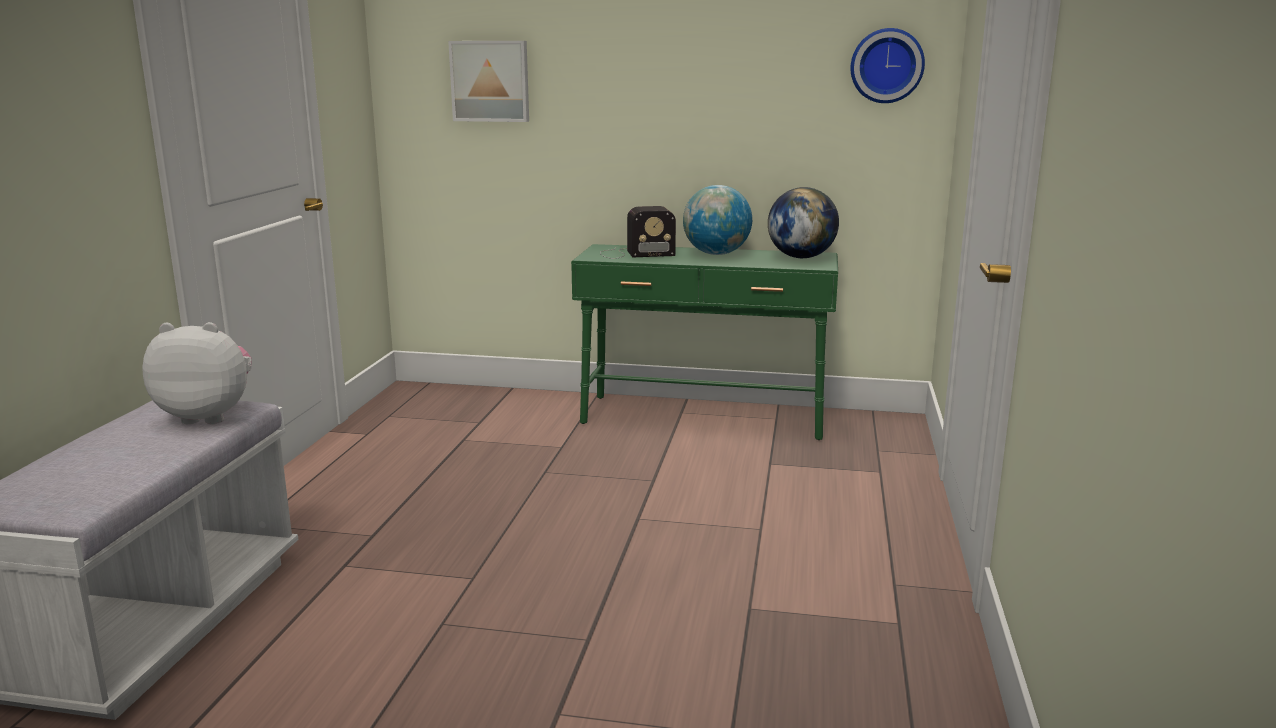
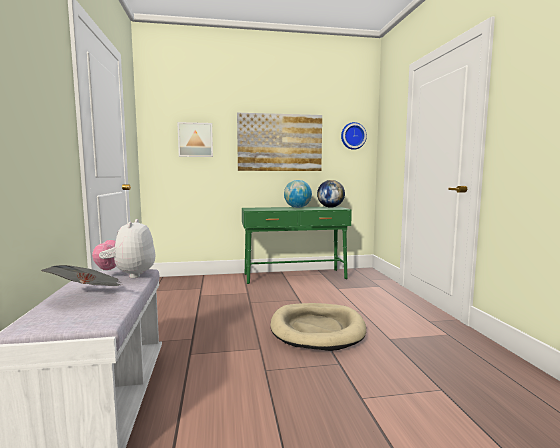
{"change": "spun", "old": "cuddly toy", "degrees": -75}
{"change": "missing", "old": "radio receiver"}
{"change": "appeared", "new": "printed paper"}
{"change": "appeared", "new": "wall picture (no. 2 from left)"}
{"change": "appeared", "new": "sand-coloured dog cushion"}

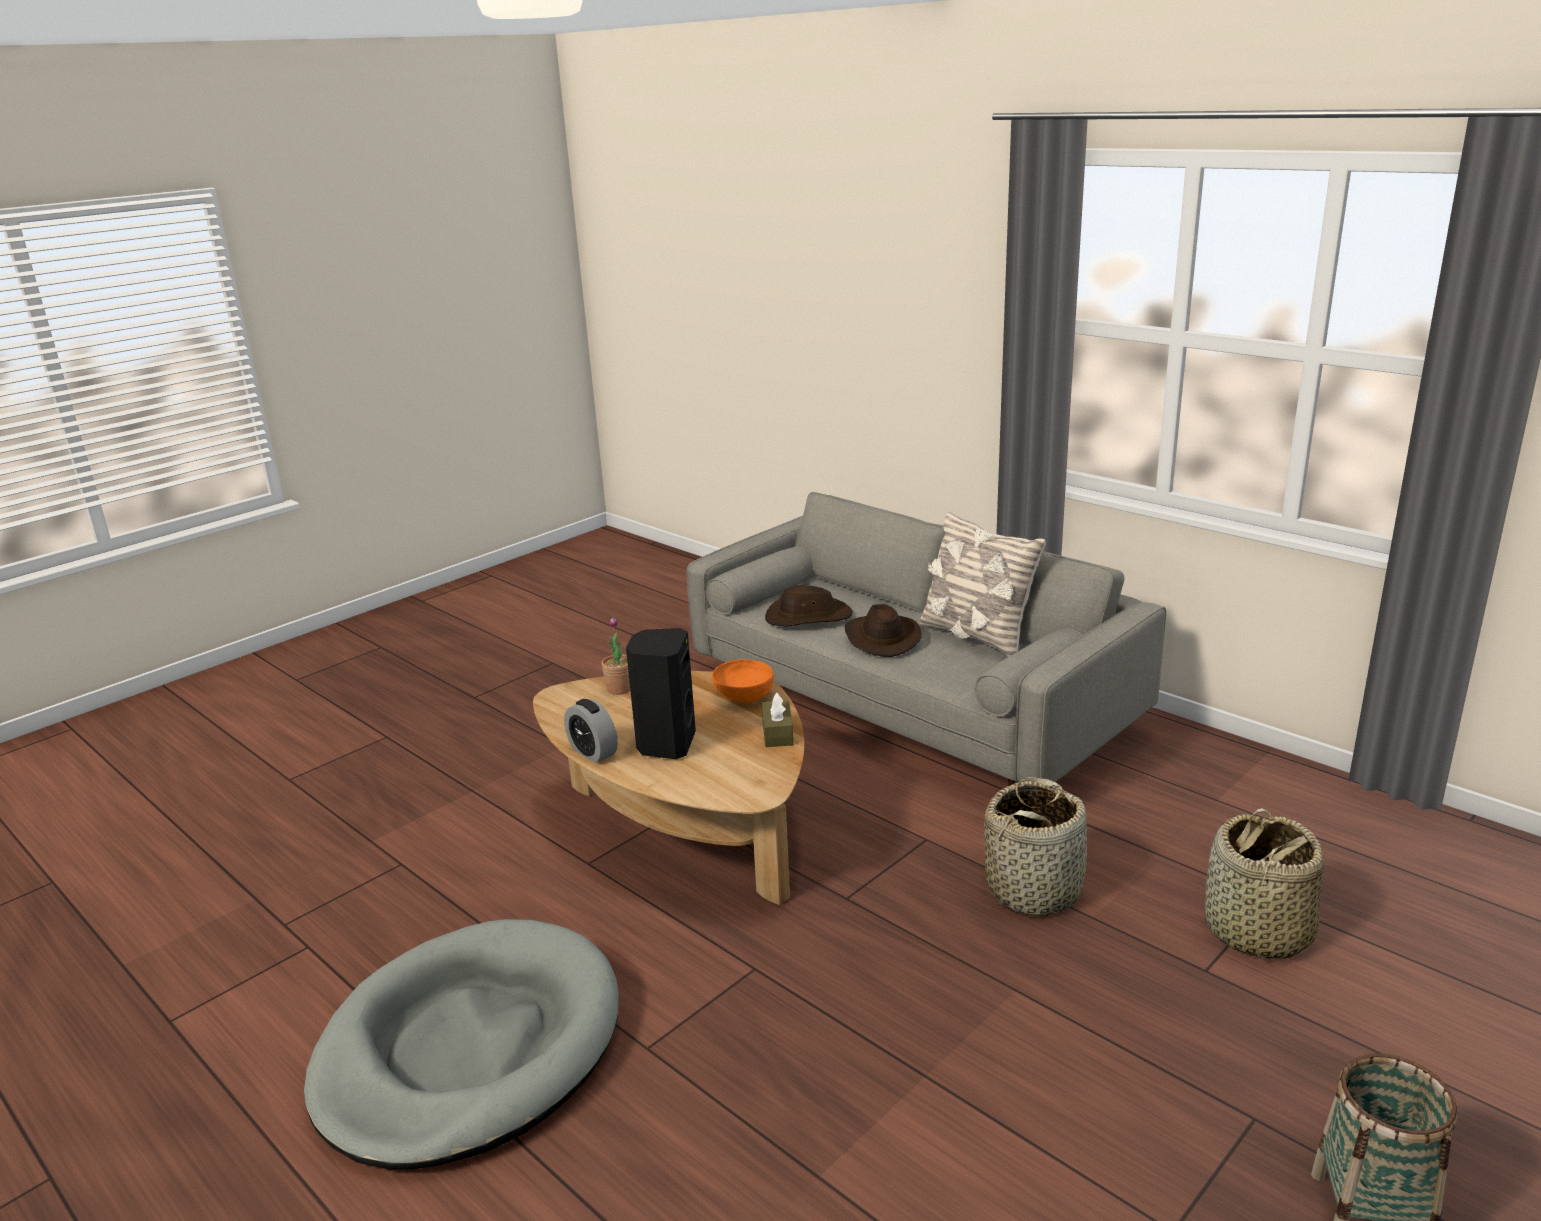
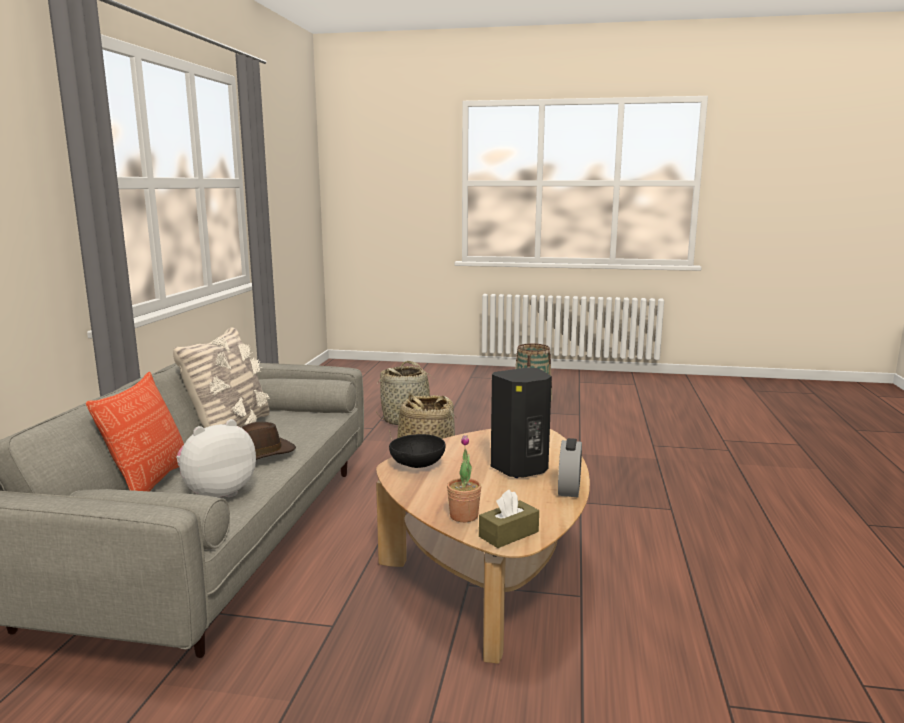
{"change": "missing", "old": "grey dog cushion"}
{"change": "colour", "old": "orangey deep dish", "new": "black-coloured deep dish"}
{"change": "relocated", "old": "brown-coloured tissue box"}
{"change": "exchanged", "old": "brown-coloured hat (no. 1 from left)", "new": "cuddly toy"}
{"change": "appeared", "new": "orangey throw pillow"}

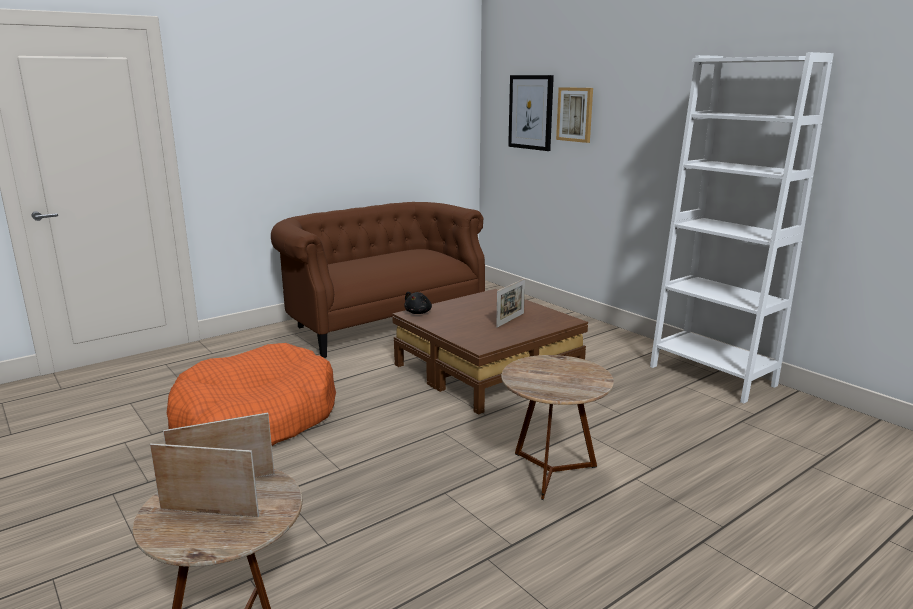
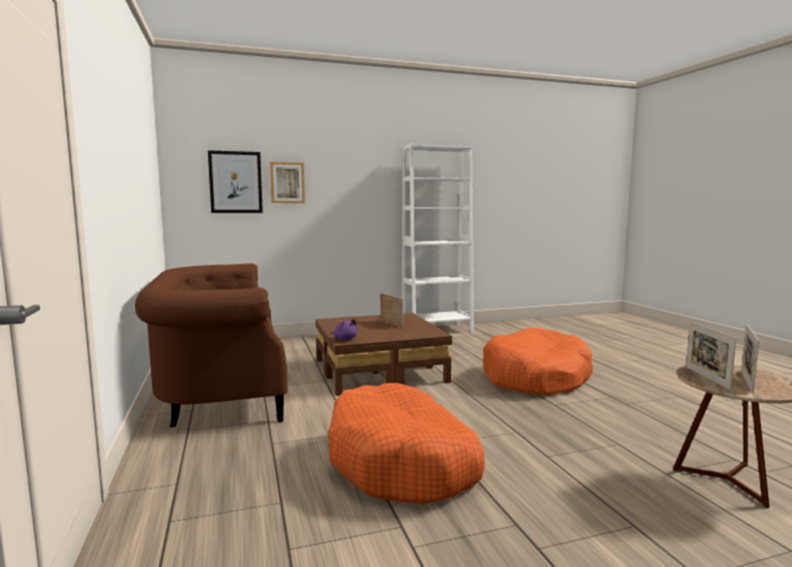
{"change": "colour", "old": "black-coloured cuddly toy", "new": "purplish cuddly toy"}
{"change": "exchanged", "old": "brown-coloured accent table (no. 2 from left)", "new": "orangey dog cushion (no. 2 from left)"}

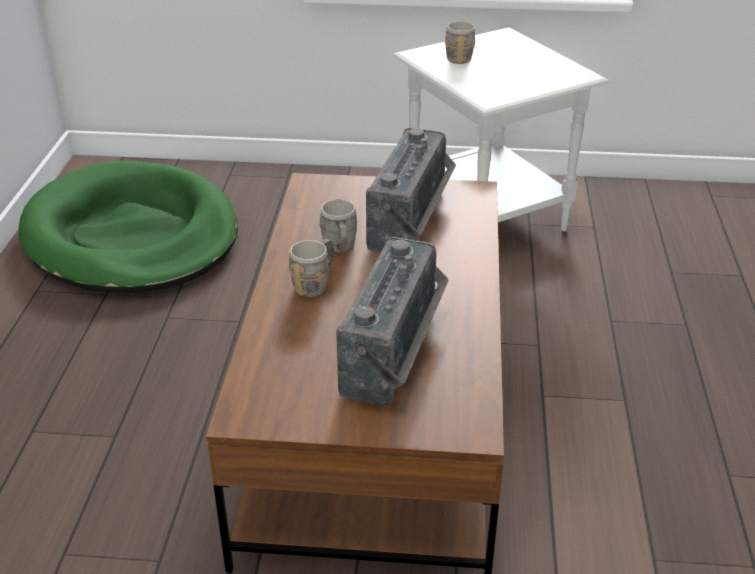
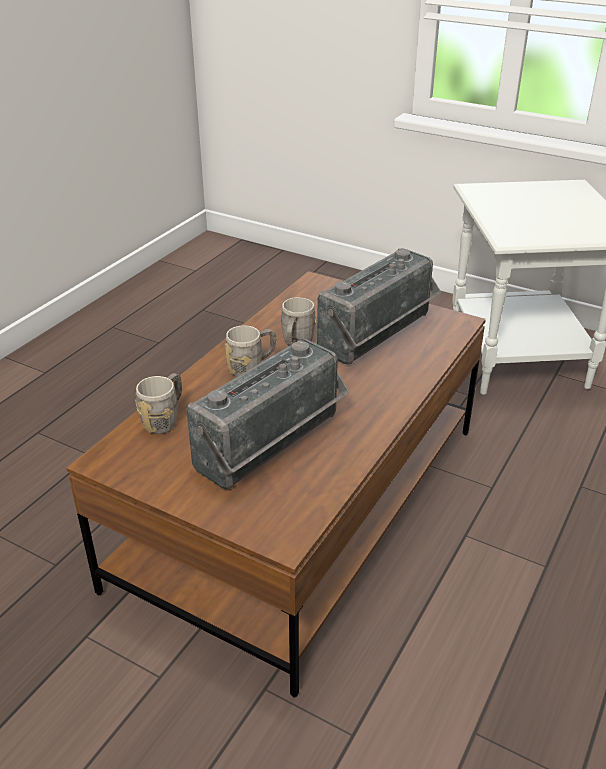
{"change": "missing", "old": "greenish dog cushion"}
{"change": "relocated", "old": "grey tea mug (no. 3 from left in the first image)", "new": "grey tea mug (no. 1 from left)"}

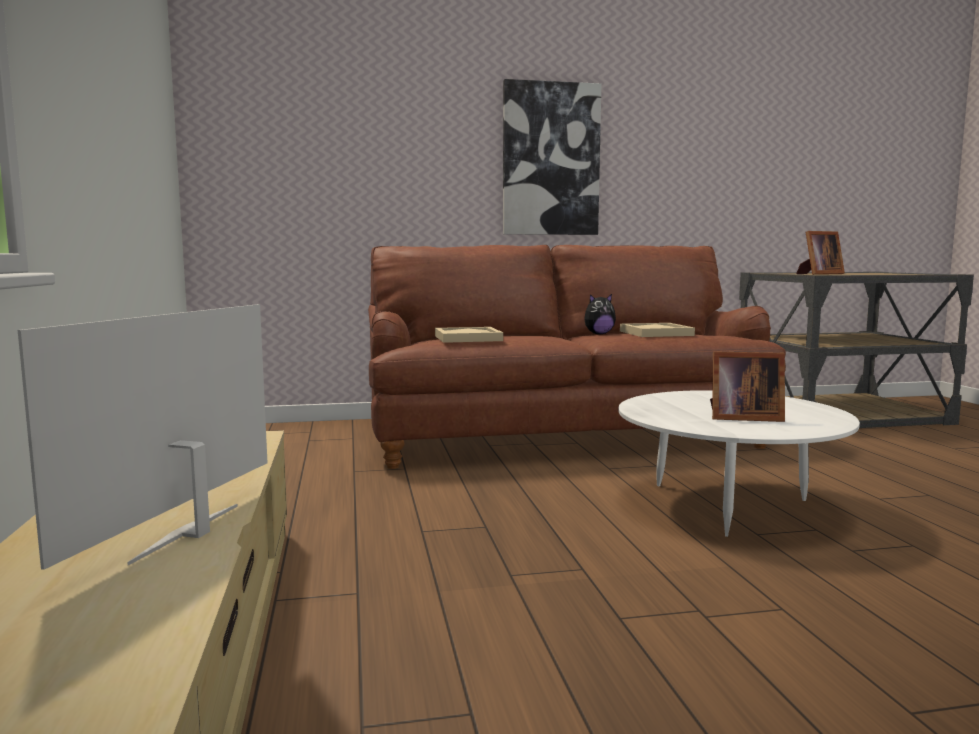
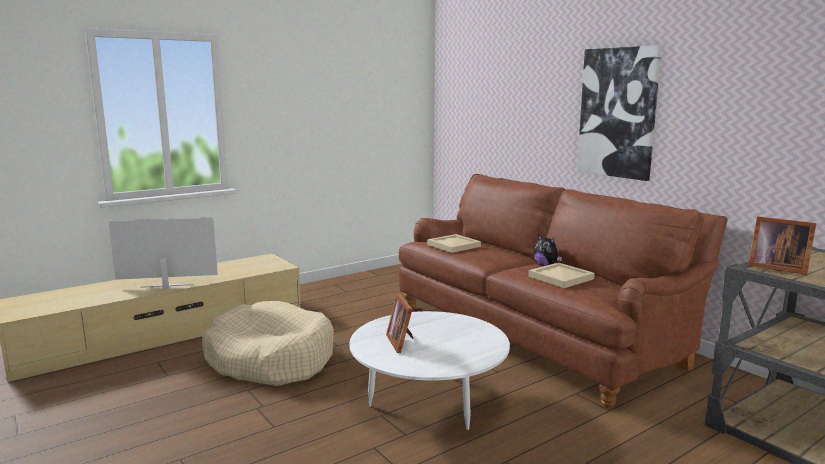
{"change": "appeared", "new": "sand-coloured dog cushion"}

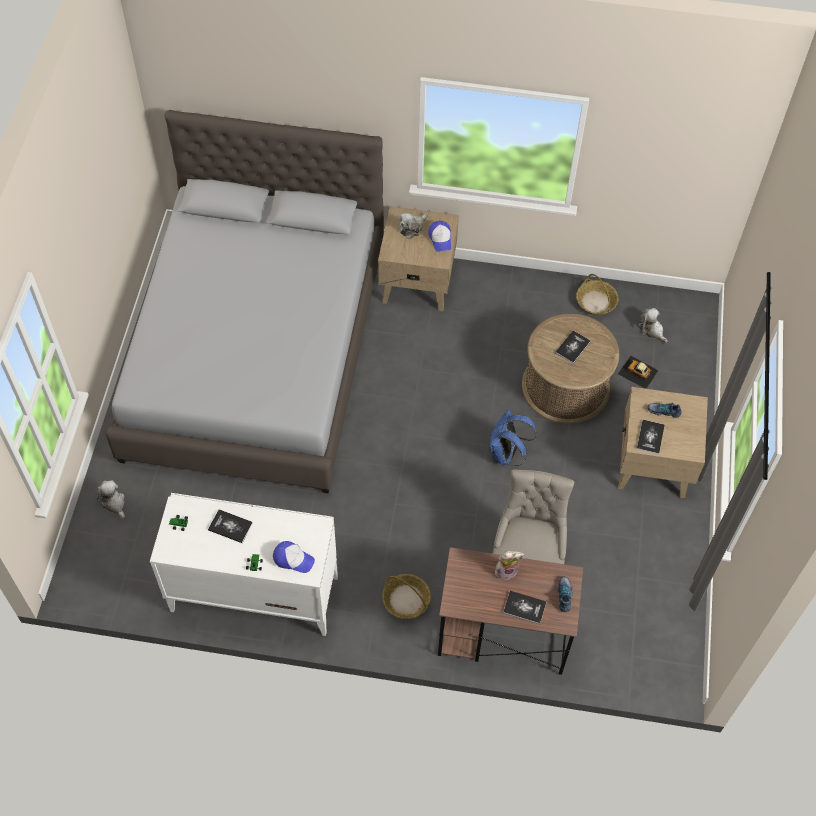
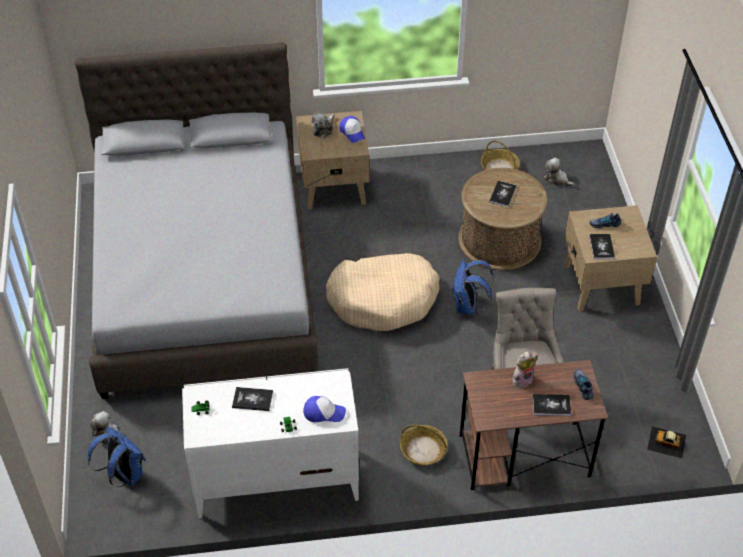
{"change": "relocated", "old": "miniature car (no. 3 from left)"}
{"change": "appeared", "new": "blue backpack (no. 1 from left)"}
{"change": "appeared", "new": "sand-coloured dog cushion"}

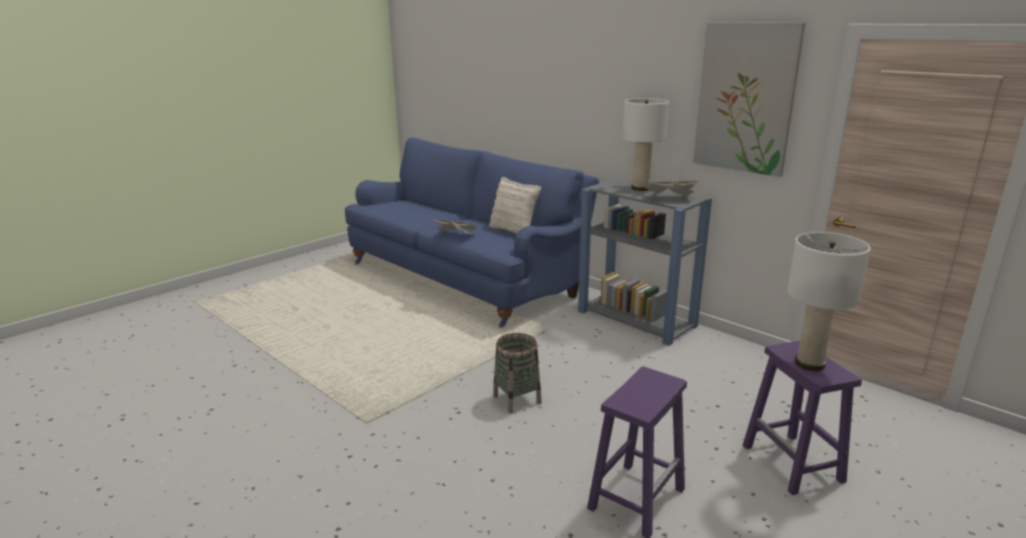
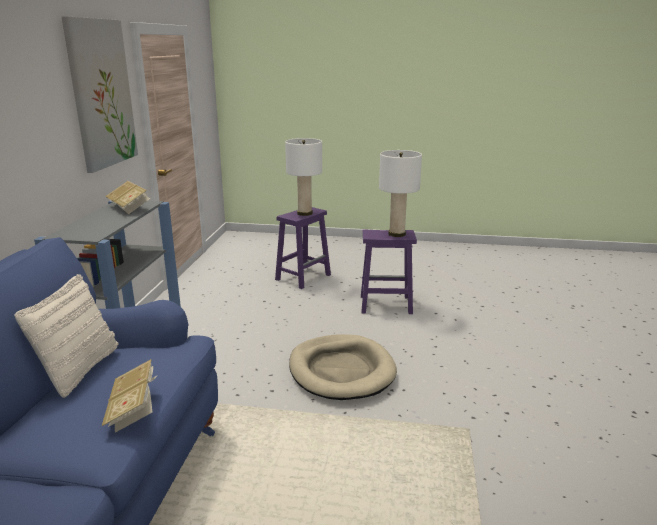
{"change": "exchanged", "old": "household basket", "new": "sand-coloured dog cushion"}
{"change": "relocated", "old": "white-coloured table lamp (no. 1 from left in the first image)", "new": "white-coloured table lamp (no. 2 from left)"}

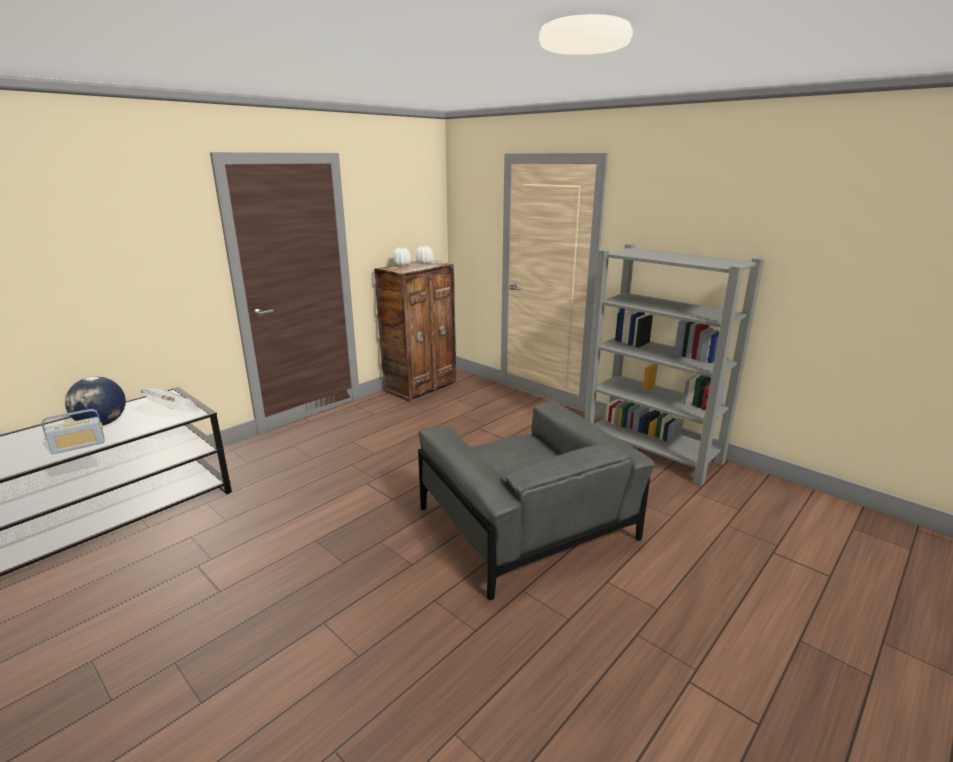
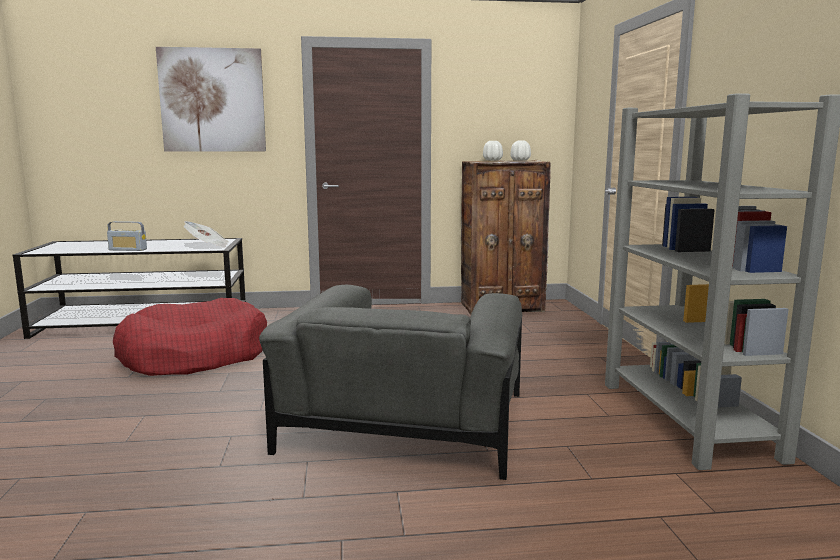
{"change": "missing", "old": "desk globe"}
{"change": "appeared", "new": "red dog cushion"}
{"change": "appeared", "new": "wall picture"}

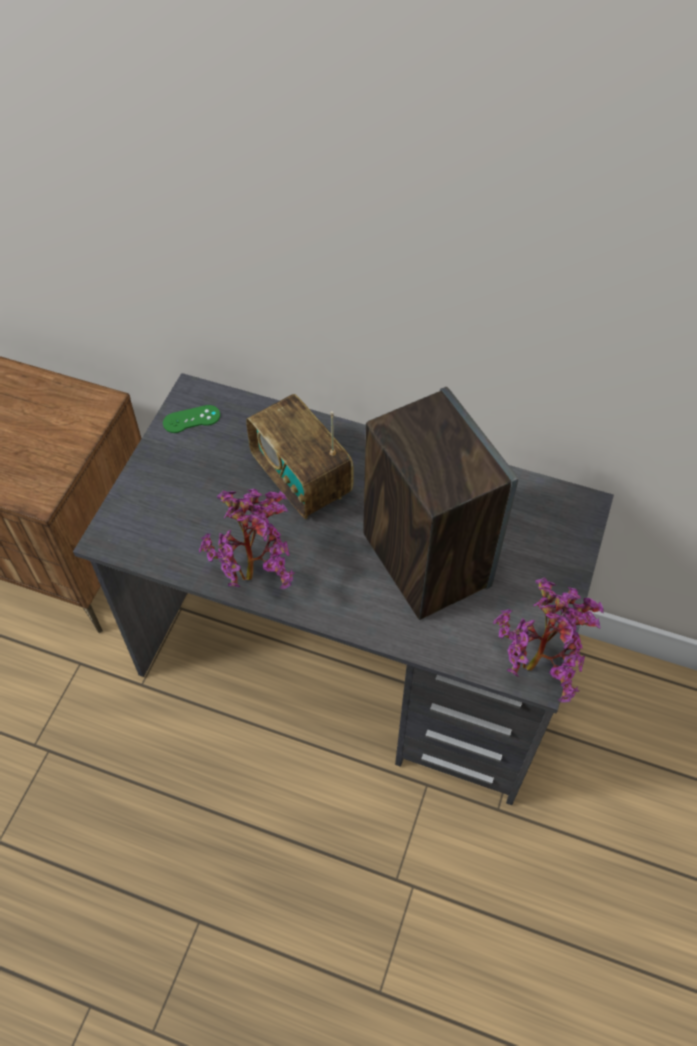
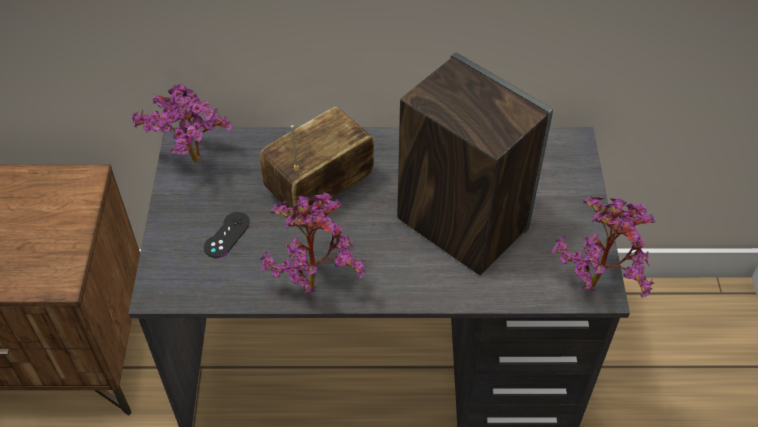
{"change": "exchanged", "old": "greenish game controller", "new": "plant in a pot (no. 1 from left)"}
{"change": "spun", "old": "radio receiver", "degrees": 105}
{"change": "appeared", "new": "black-coloured game controller"}

